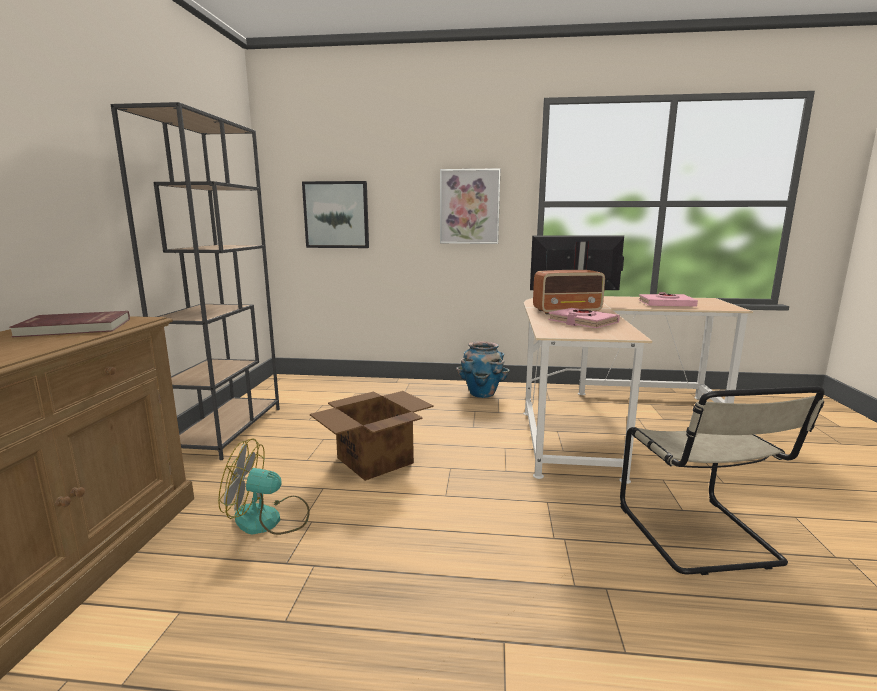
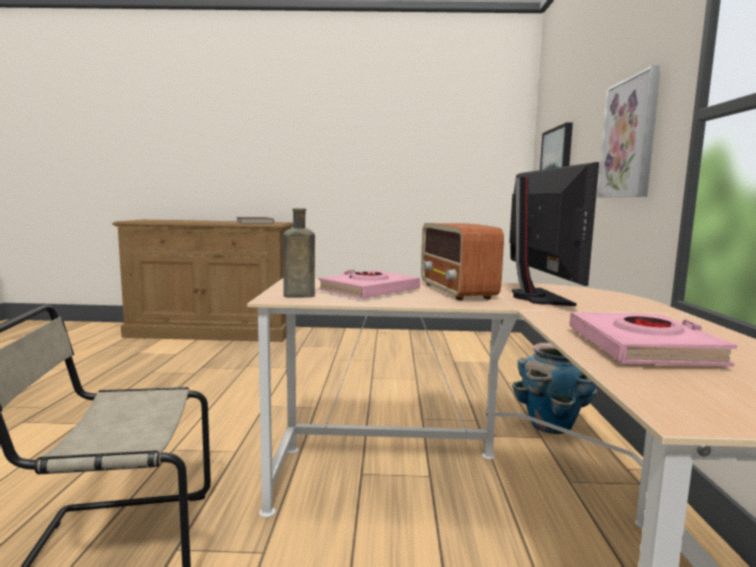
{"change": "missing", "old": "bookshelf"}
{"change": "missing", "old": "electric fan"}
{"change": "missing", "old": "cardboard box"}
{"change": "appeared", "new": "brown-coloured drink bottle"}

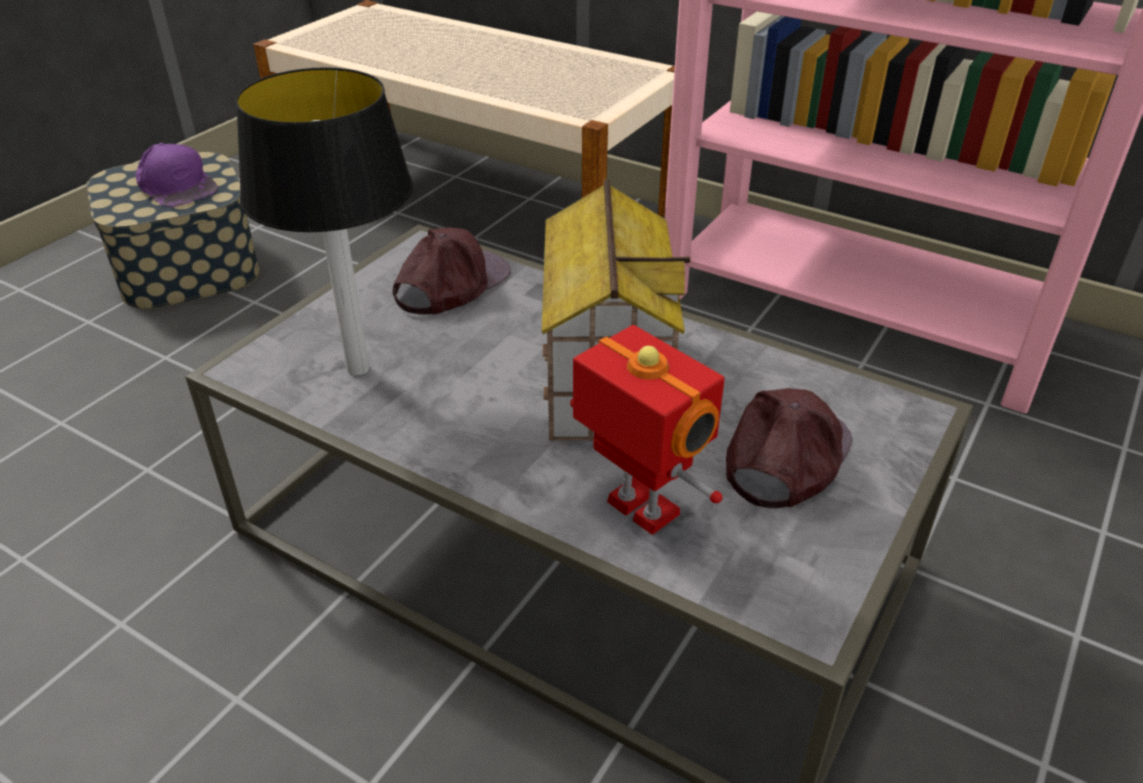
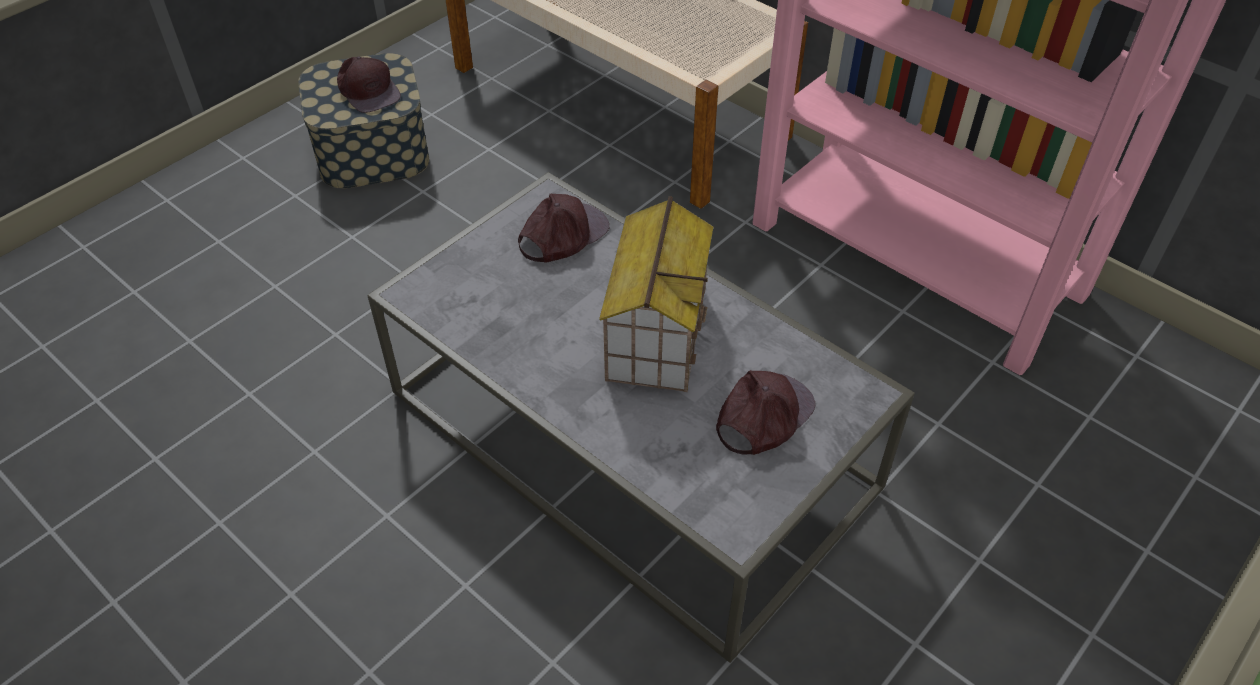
{"change": "colour", "old": "purplish peaked cap", "new": "brown-coloured peaked cap (no. 1 from left)"}
{"change": "missing", "old": "table lamp"}
{"change": "missing", "old": "toy robot"}

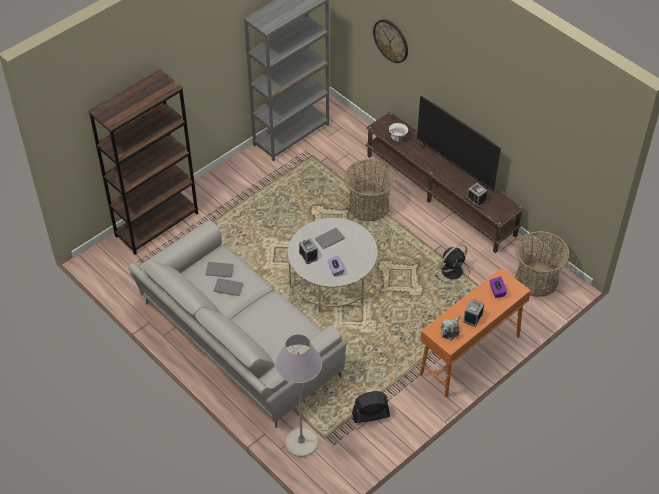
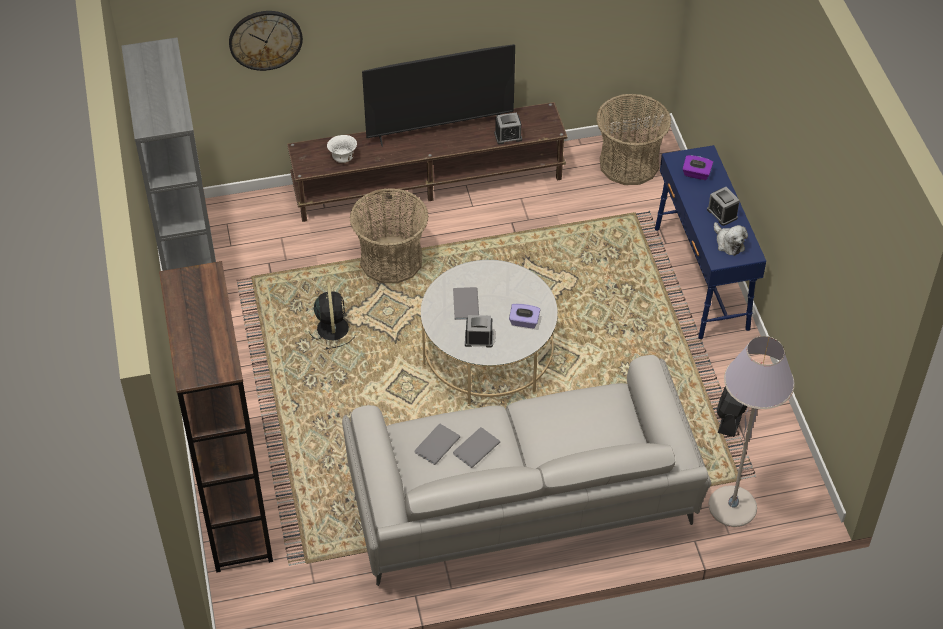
{"change": "colour", "old": "orangey narrow table", "new": "blue narrow table"}
{"change": "relocated", "old": "black-coloured electric fan (no. 2 from left in the first image)", "new": "black-coloured electric fan (no. 1 from left)"}

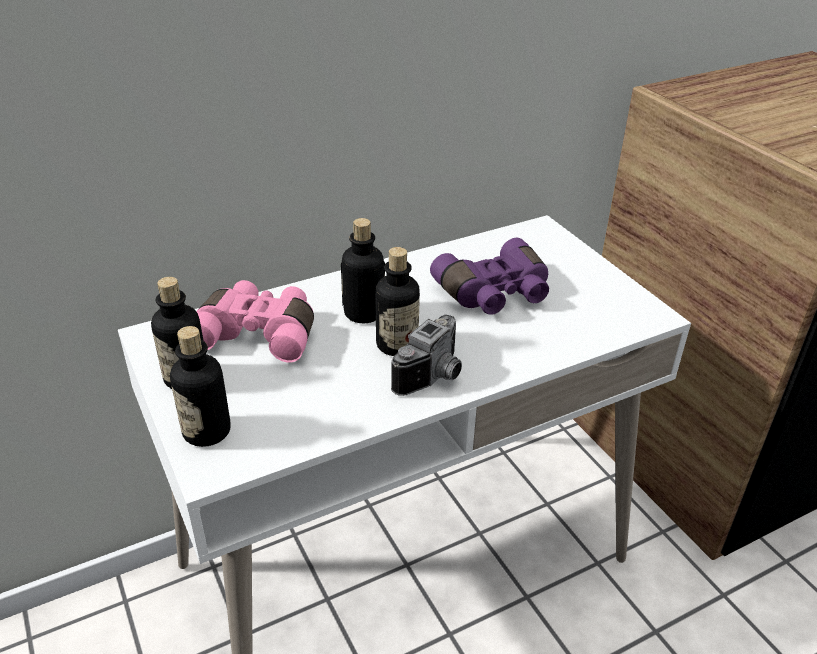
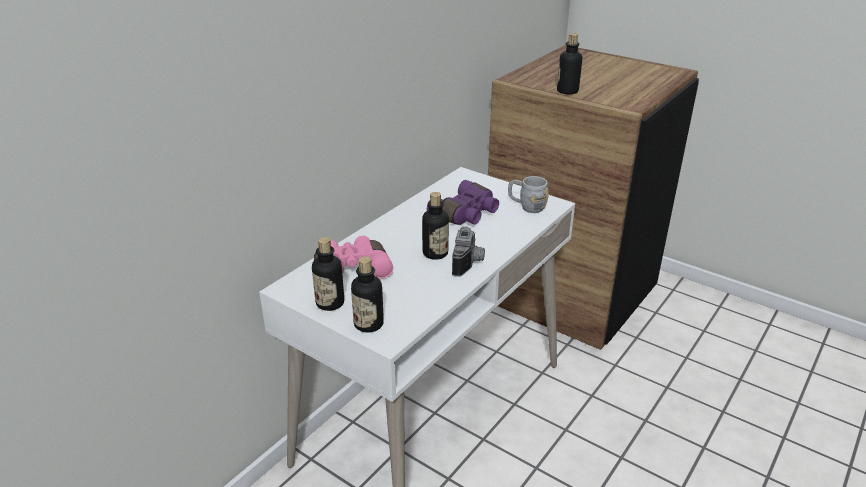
{"change": "relocated", "old": "drink bottle (no. 3 from left in the first image)", "new": "drink bottle (no. 4 from left)"}
{"change": "appeared", "new": "grey tea mug"}

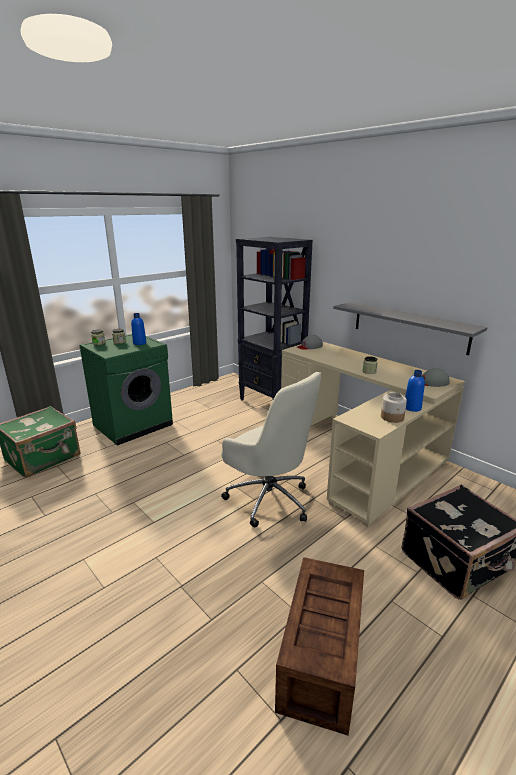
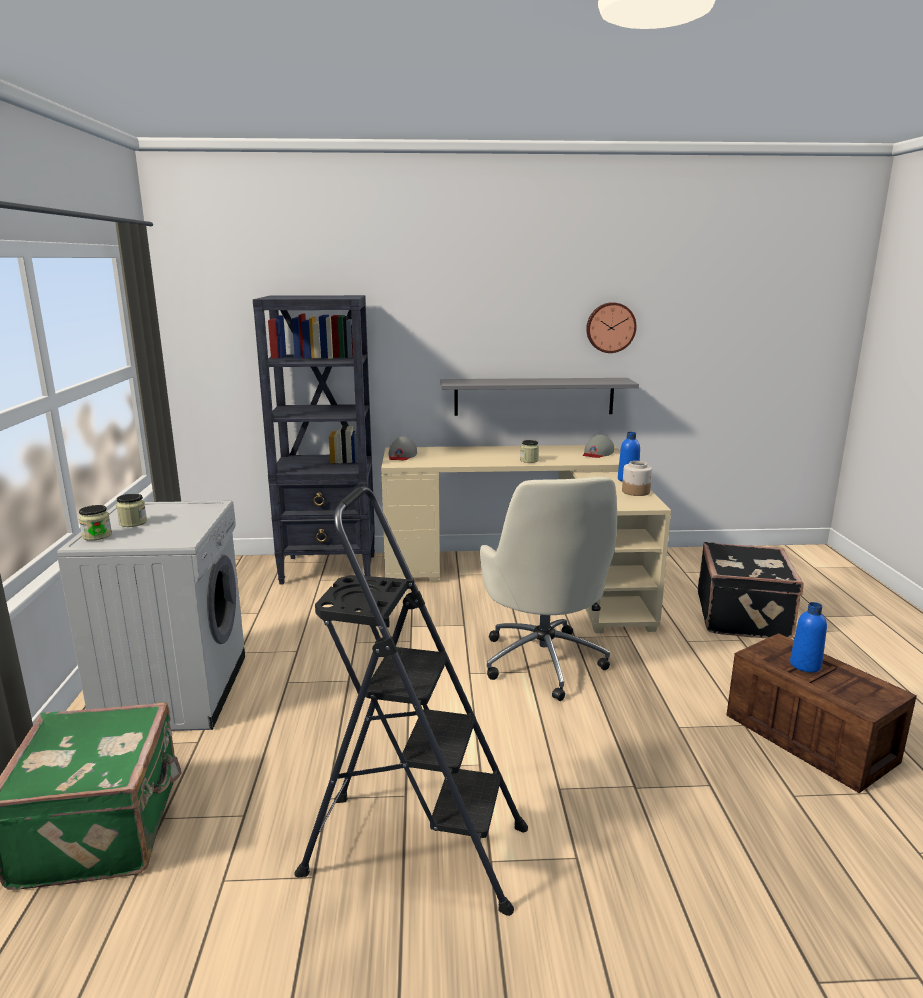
{"change": "colour", "old": "greenish laundry machine", "new": "white-coloured laundry machine"}
{"change": "relocated", "old": "blue drink bottle (no. 1 from left in the first image)", "new": "blue drink bottle (no. 2 from left)"}
{"change": "spun", "old": "sand-coloured computer chair", "degrees": 90}
{"change": "appeared", "new": "step stool"}
{"change": "appeared", "new": "clock on the wall"}

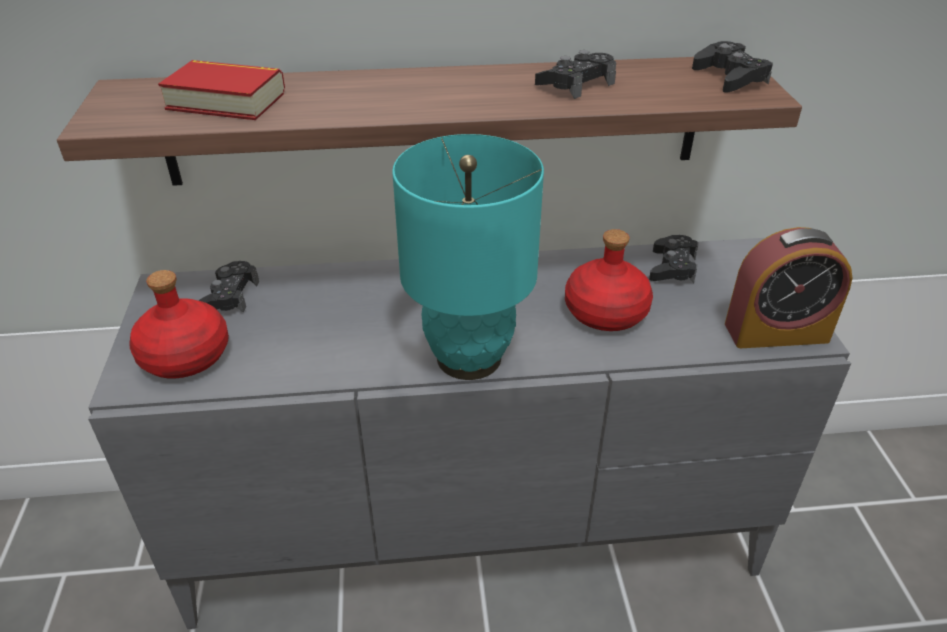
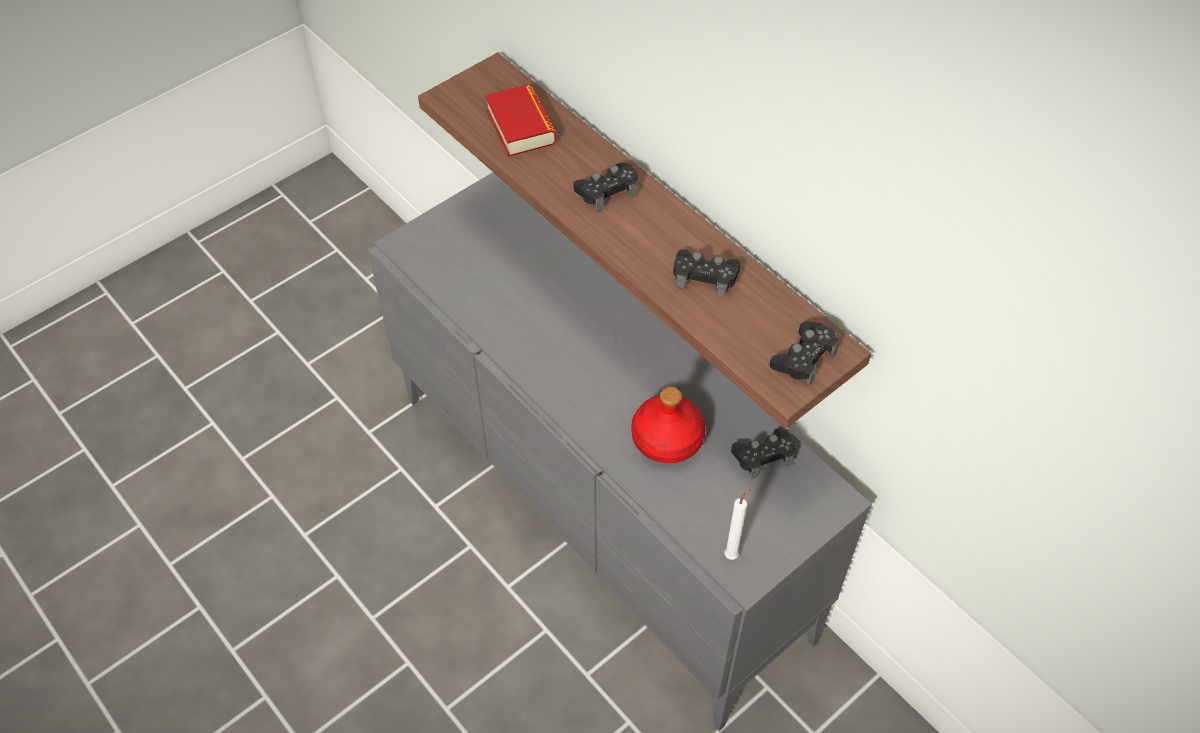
{"change": "missing", "old": "red drink bottle (no. 1 from left)"}
{"change": "relocated", "old": "black-coloured game controller (no. 1 from left)"}
{"change": "missing", "old": "turquoise table lamp"}
{"change": "exchanged", "old": "table clock", "new": "white-coloured wax light"}

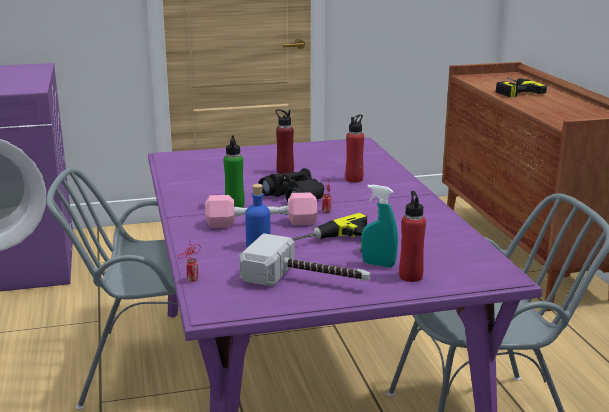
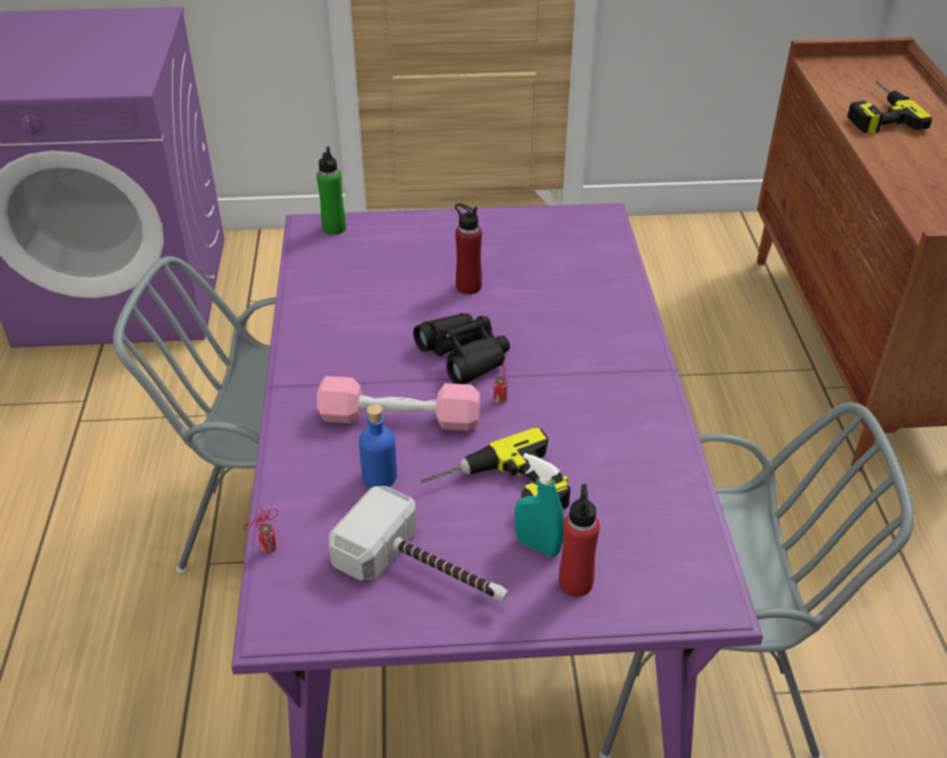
{"change": "relocated", "old": "greenish drink bottle"}
{"change": "missing", "old": "red drink bottle (no. 2 from left)"}

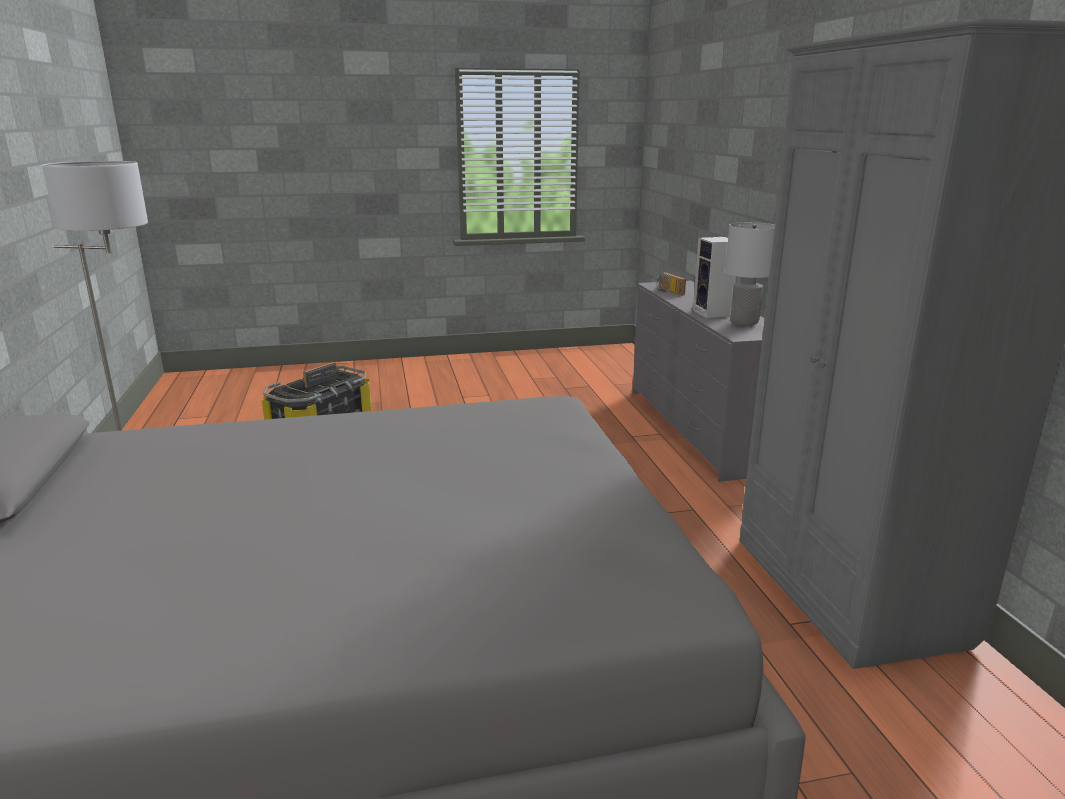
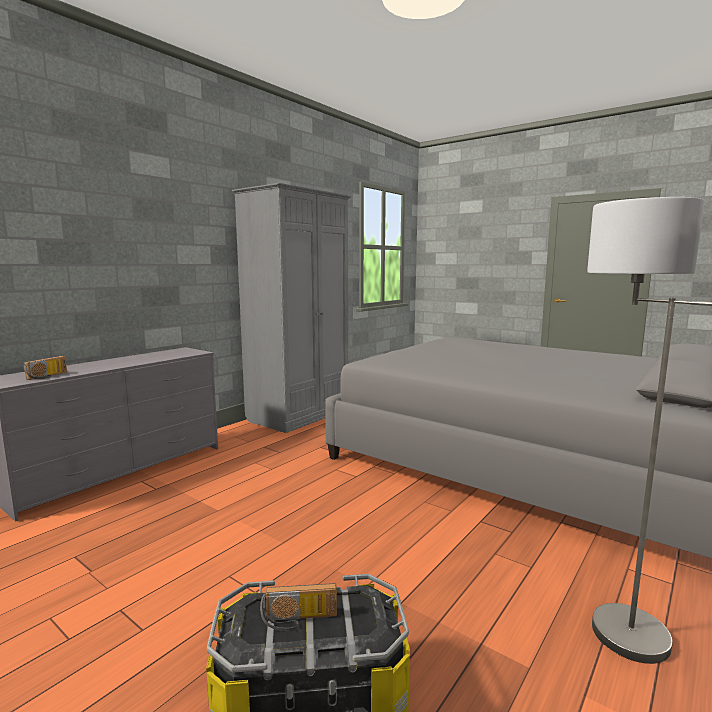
{"change": "missing", "old": "audio speaker"}
{"change": "missing", "old": "grey table lamp"}

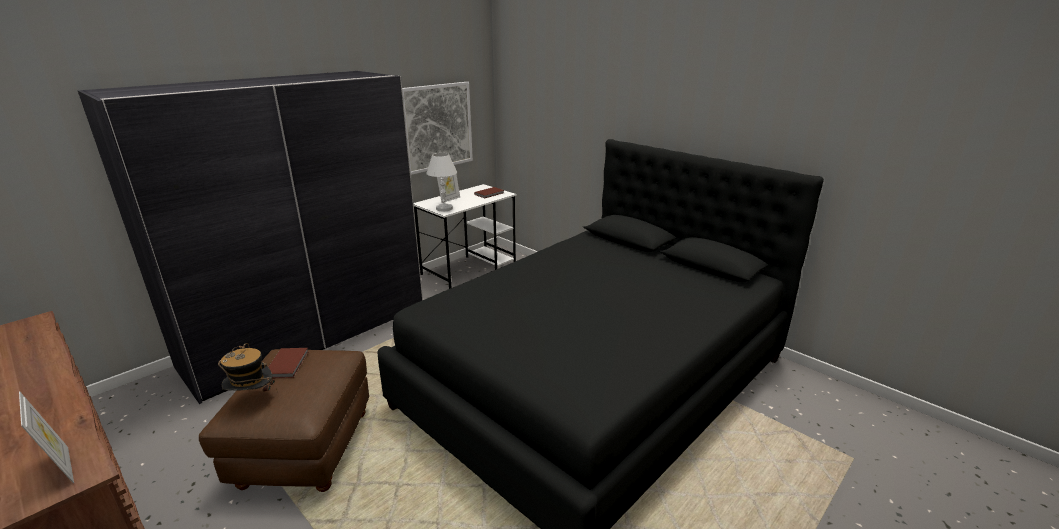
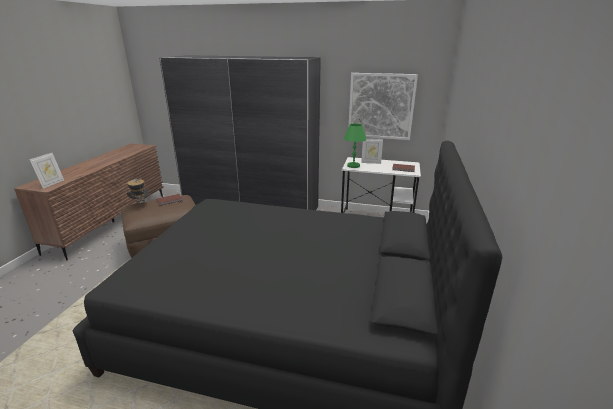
{"change": "colour", "old": "white-coloured table lamp", "new": "greenish table lamp"}

